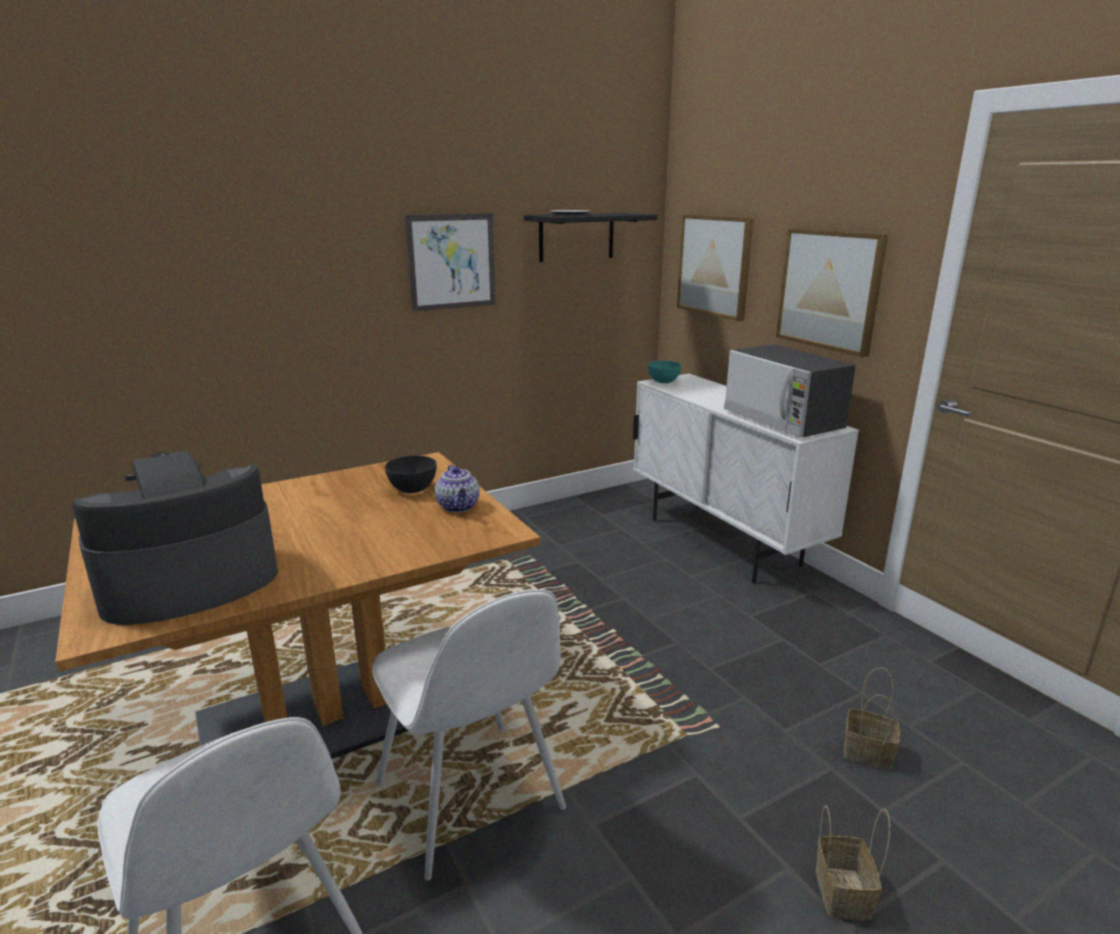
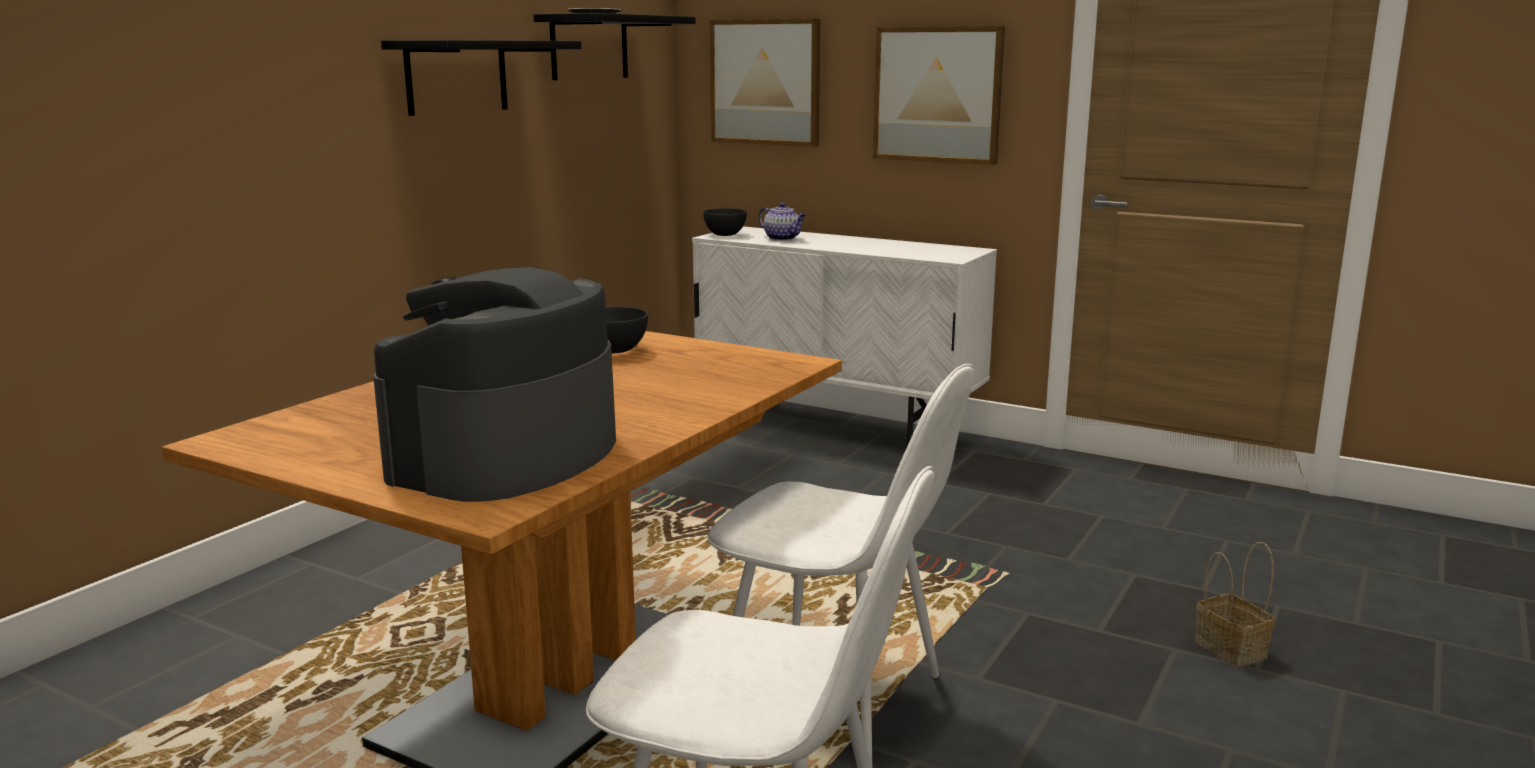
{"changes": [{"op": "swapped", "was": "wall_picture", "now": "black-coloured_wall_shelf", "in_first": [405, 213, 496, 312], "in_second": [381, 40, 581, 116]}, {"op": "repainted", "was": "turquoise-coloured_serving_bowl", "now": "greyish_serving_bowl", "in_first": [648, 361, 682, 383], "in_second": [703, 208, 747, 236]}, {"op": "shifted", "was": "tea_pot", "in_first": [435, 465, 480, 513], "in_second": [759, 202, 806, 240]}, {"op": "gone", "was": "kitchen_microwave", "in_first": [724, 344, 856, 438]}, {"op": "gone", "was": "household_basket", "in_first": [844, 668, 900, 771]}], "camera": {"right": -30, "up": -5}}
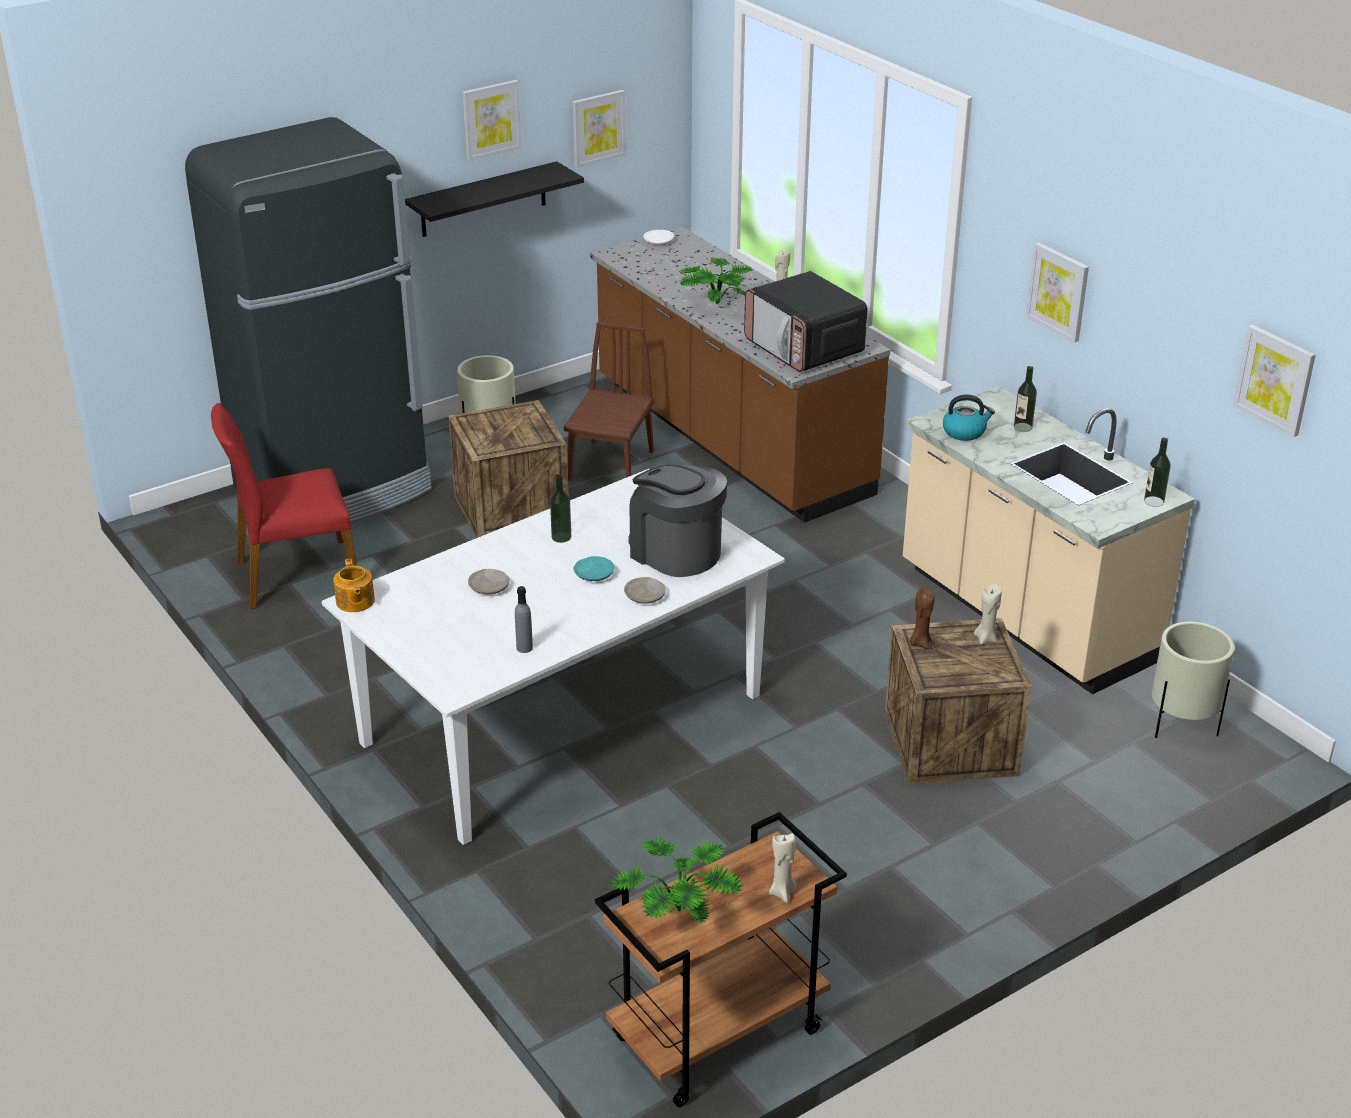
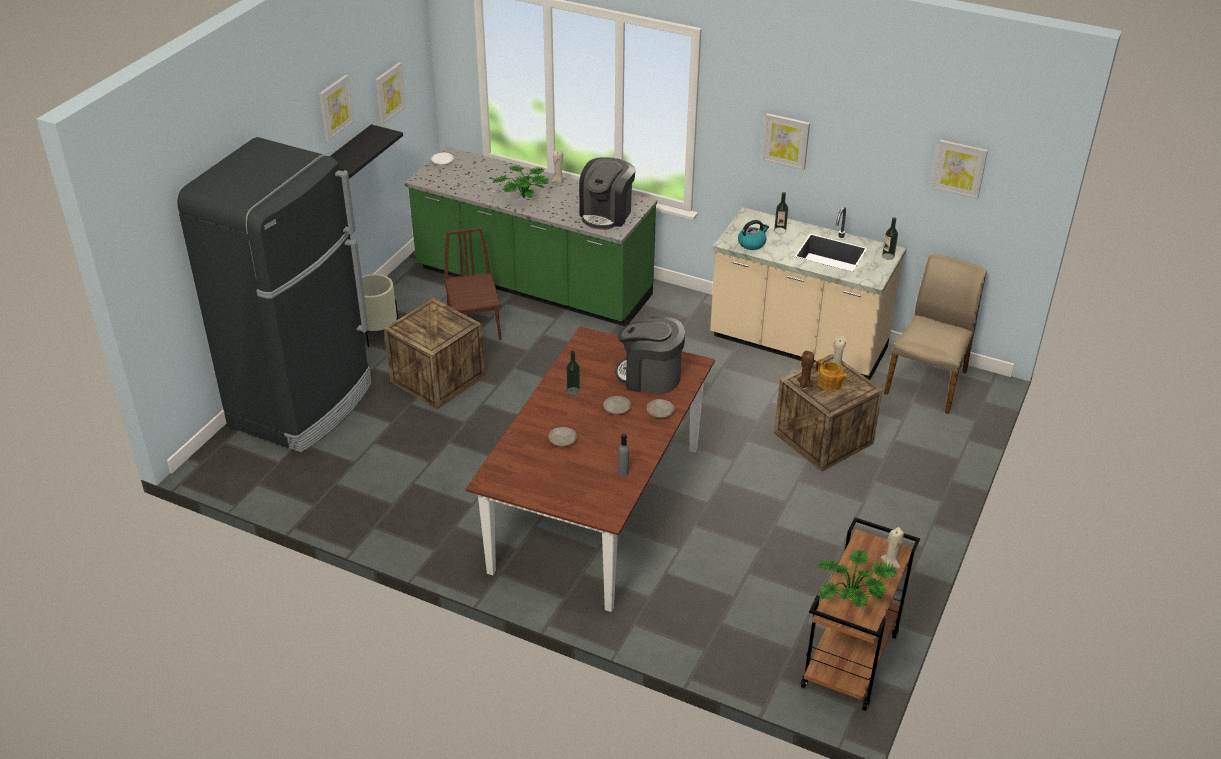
{"changes": [{"op": "repainted", "was": "brownish_counter", "now": "green_counter", "in_first": [590, 227, 890, 523], "in_second": [404, 147, 657, 326]}, {"op": "repainted", "was": "whitish_dinner_table", "now": "brownish_dinner_table", "in_first": [322, 469, 785, 845], "in_second": [466, 326, 715, 612]}, {"op": "swapped", "was": "kitchen_microwave", "now": "coffee_brewer", "in_first": [744, 271, 867, 372], "in_second": [579, 157, 636, 229]}, {"op": "repainted", "was": "turquoise-coloured_flat_dish", "now": "beige-coloured_flat_dish", "in_first": [573, 556, 614, 581], "in_second": [603, 396, 631, 415]}, {"op": "shifted", "was": "tea_pot", "in_first": [333, 558, 375, 612], "in_second": [815, 359, 849, 391]}, {"op": "swapped", "was": "beige-coloured_flower_pot", "now": "beige-coloured_chair", "in_first": [1152, 622, 1235, 738], "in_second": [884, 255, 987, 414]}, {"op": "gone", "was": "red_chair", "in_first": [211, 403, 357, 609]}], "camera": {"right": -30, "up": 5}}
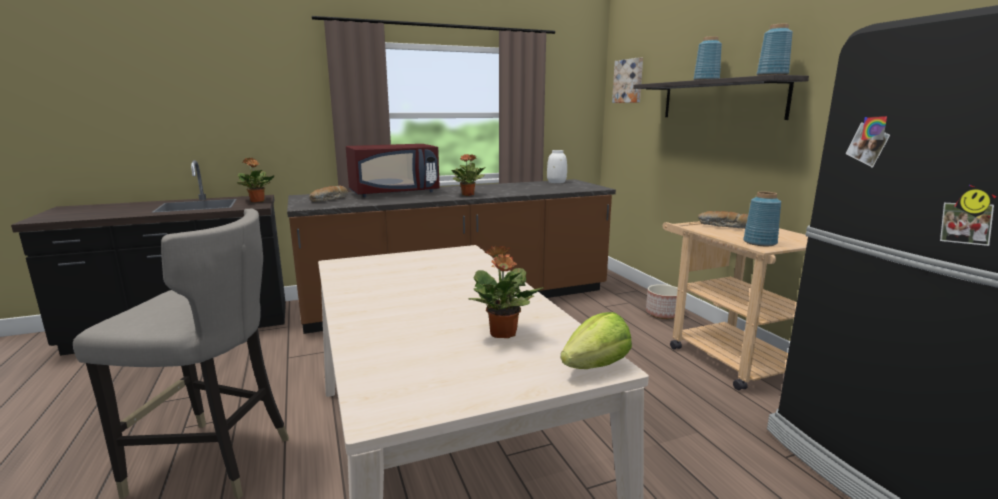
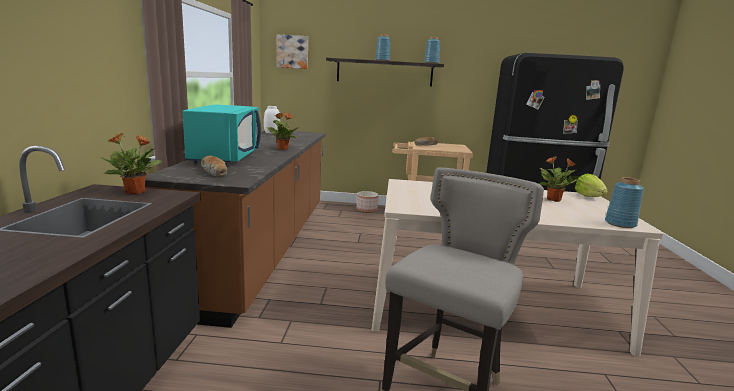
{"changes": [{"op": "repainted", "was": "red_kitchen_microwave", "now": "turquoise-coloured_kitchen_microwave", "in_first": [346, 144, 440, 197], "in_second": [182, 104, 261, 165]}, {"op": "shifted", "was": "blue-coloured_vase", "in_first": [743, 192, 781, 246], "in_second": [605, 177, 644, 228]}], "camera": {"right": -65, "up": 0}}
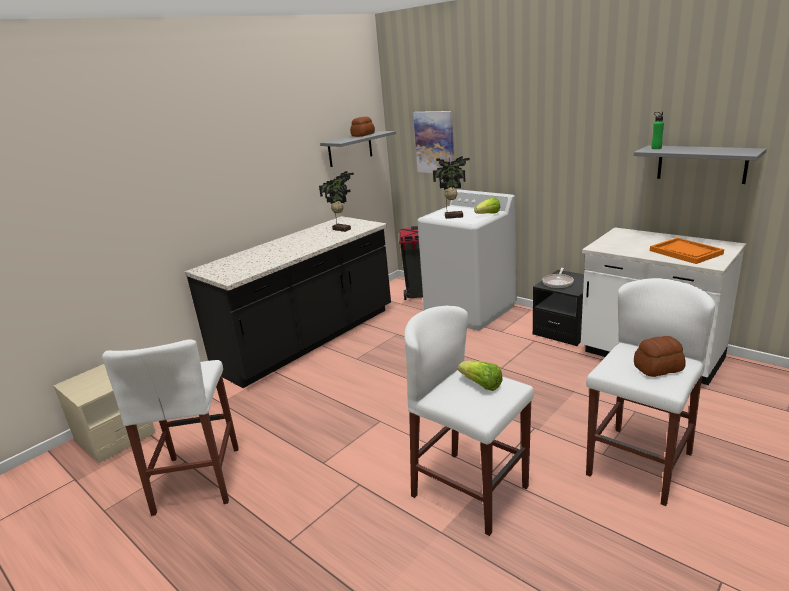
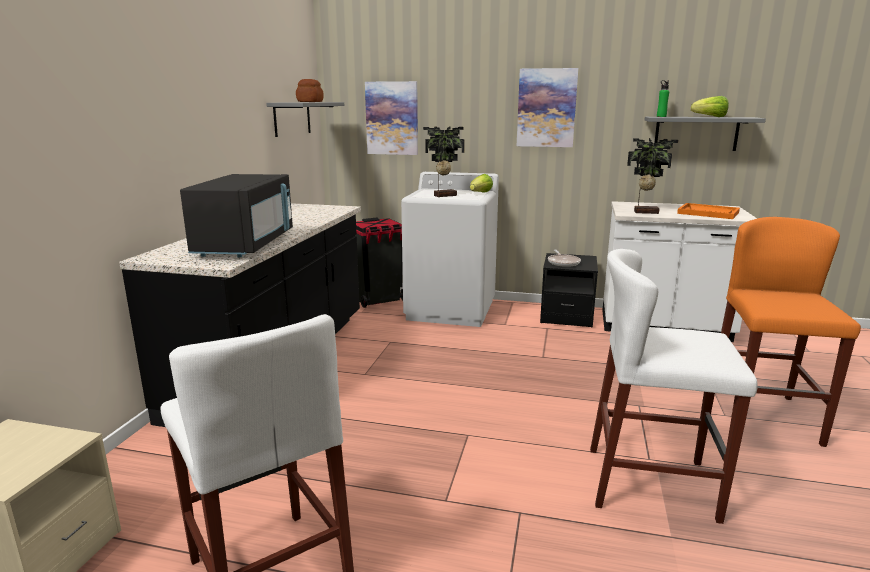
{"changes": [{"op": "new", "now": "black-coloured_kitchen_microwave", "in_second": [180, 174, 293, 258]}, {"op": "new", "now": "wall_picture", "in_second": [517, 68, 578, 147]}, {"op": "shifted", "was": "potted_plant", "in_first": [319, 171, 354, 232], "in_second": [627, 138, 679, 214]}, {"op": "shifted", "was": "lettuce_head", "in_first": [458, 361, 503, 391], "in_second": [691, 96, 729, 117]}, {"op": "repainted", "was": "whitish_stool", "now": "orange_stool", "in_first": [586, 278, 715, 506], "in_second": [721, 217, 861, 447]}, {"op": "gone", "was": "bakery_bread", "in_first": [634, 336, 685, 377]}], "camera": {"right": -30, "up": -5}}
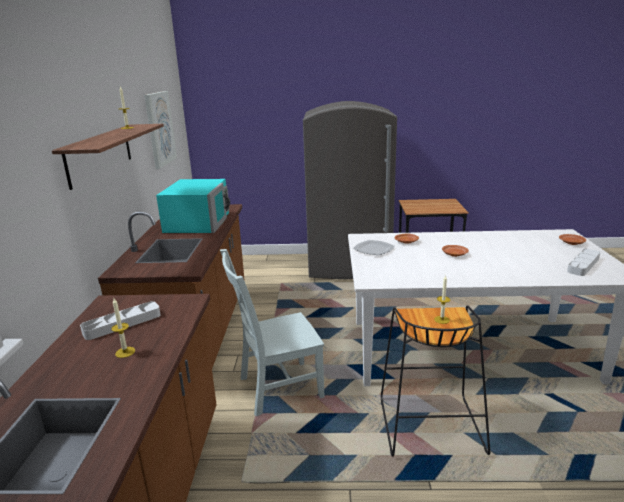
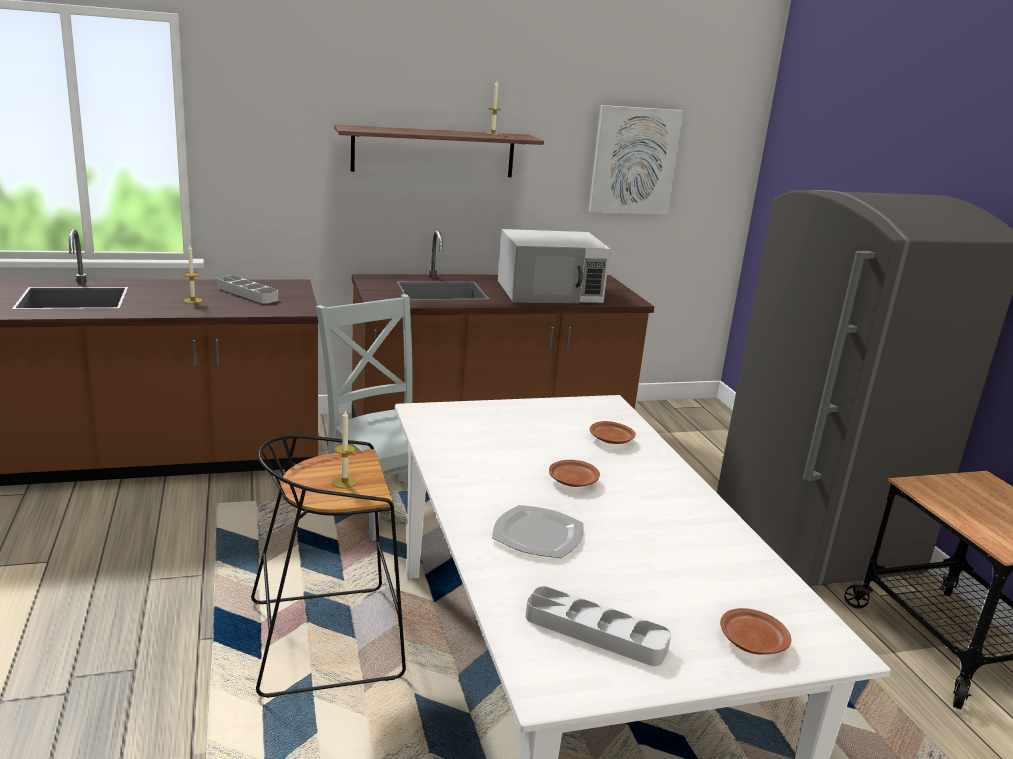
{"changes": [{"op": "shifted", "was": "flat_dish", "in_first": [353, 240, 394, 255], "in_second": [492, 505, 584, 558]}, {"op": "repainted", "was": "turquoise-coloured_kitchen_microwave", "now": "whitish_kitchen_microwave", "in_first": [156, 179, 230, 233], "in_second": [498, 229, 610, 303]}], "camera": {"right": 70, "up": 0}}
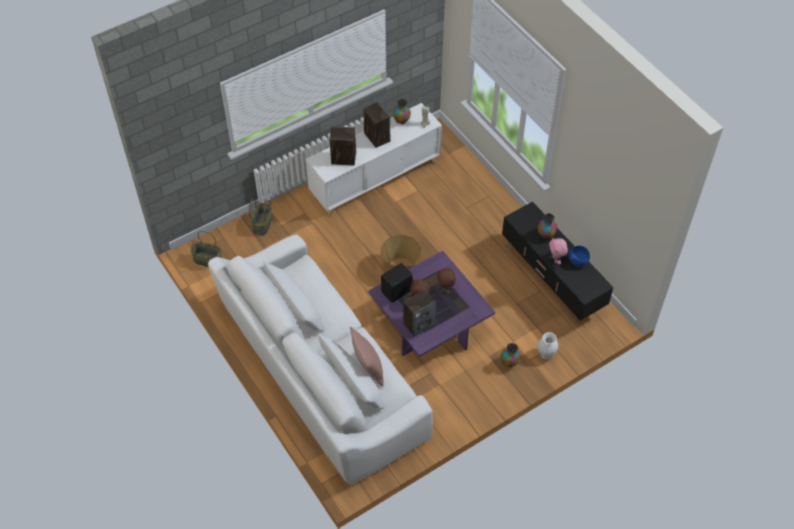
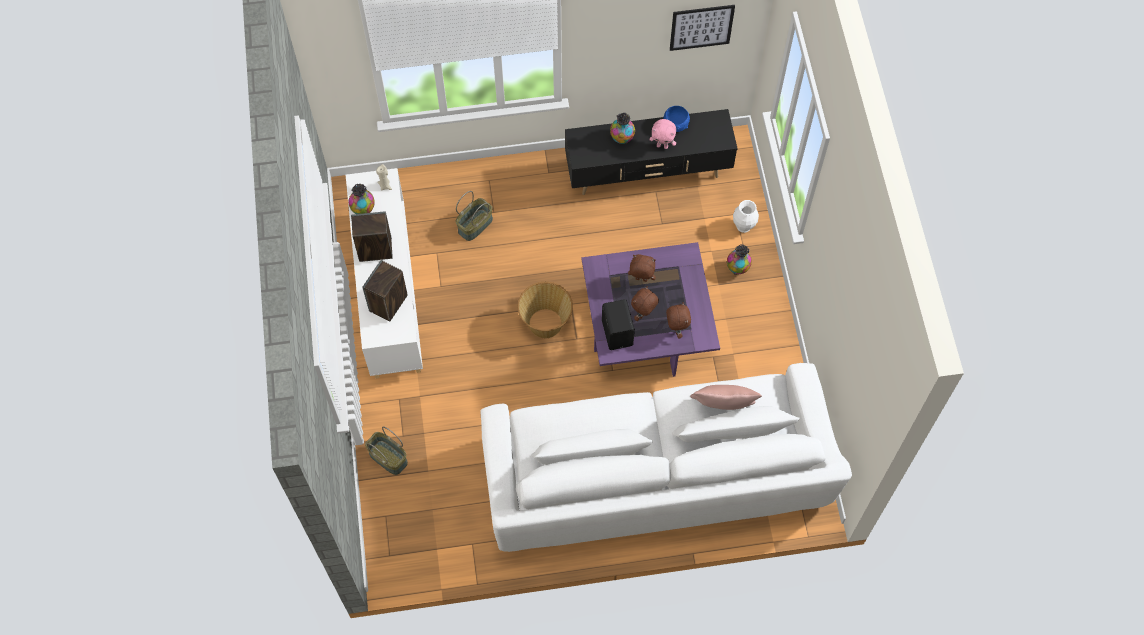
{"changes": [{"op": "shifted", "was": "household_basket", "in_first": [191, 231, 222, 267], "in_second": [456, 191, 493, 241]}, {"op": "swapped", "was": "audio_speaker", "now": "brownish_cuddly_toy", "in_first": [403, 290, 436, 337], "in_second": [666, 302, 691, 339]}, {"op": "new", "now": "wall_picture", "in_second": [670, 5, 735, 51]}], "camera": {"right": -65, "up": 10}}
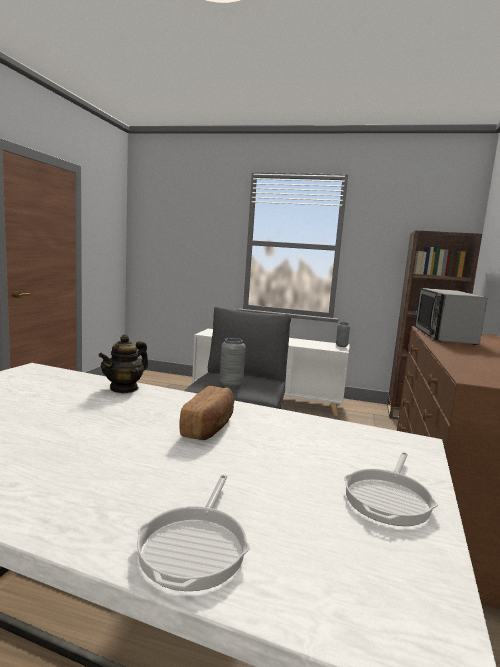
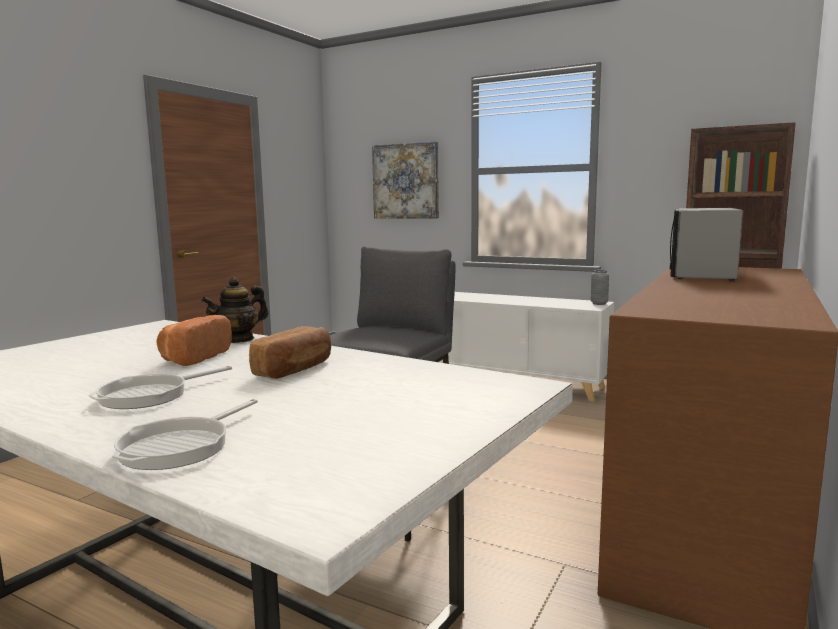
{"changes": [{"op": "shifted", "was": "skillet", "in_first": [344, 452, 438, 526], "in_second": [89, 366, 232, 409]}, {"op": "new", "now": "bakery_bread", "in_second": [156, 315, 232, 366]}, {"op": "new", "now": "wall_picture", "in_second": [372, 141, 439, 218]}, {"op": "gone", "was": "greyish_vase", "in_first": [220, 338, 246, 388]}], "camera": {"right": 15, "up": 0}}
